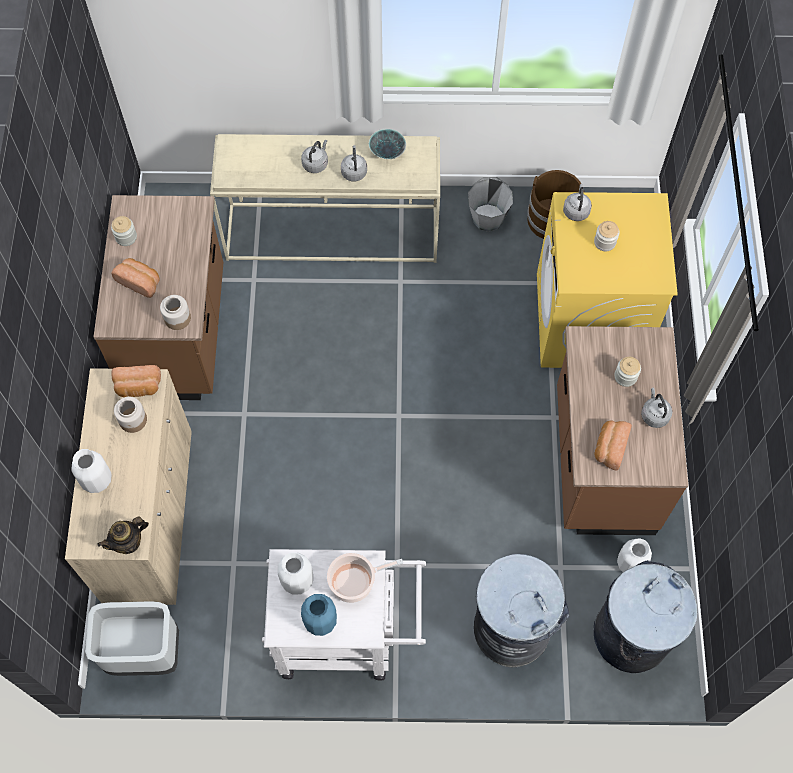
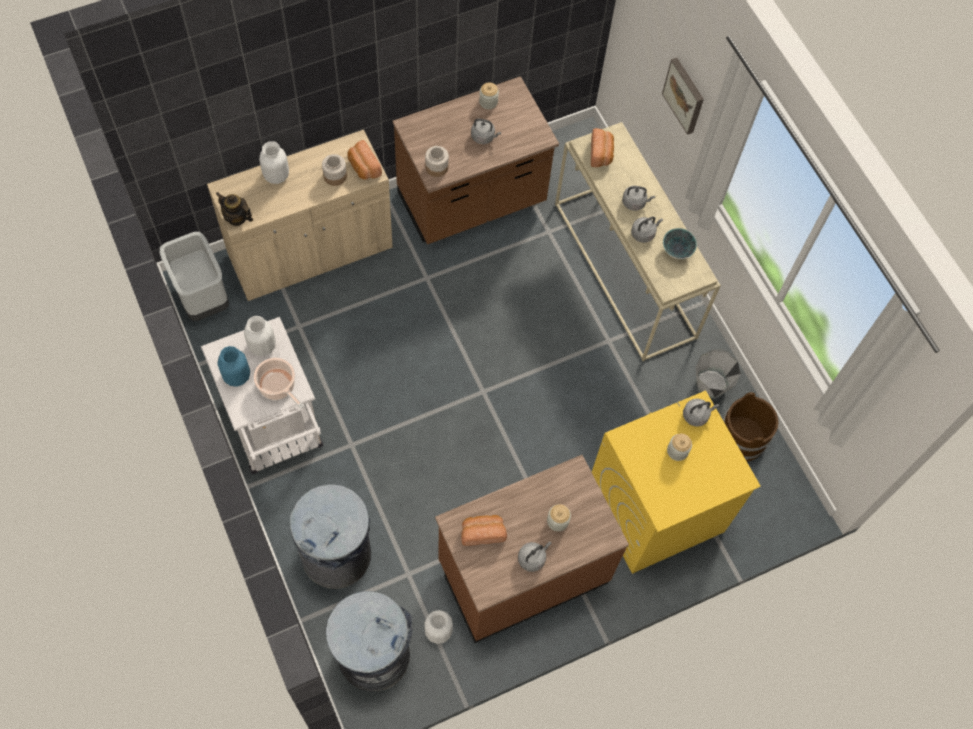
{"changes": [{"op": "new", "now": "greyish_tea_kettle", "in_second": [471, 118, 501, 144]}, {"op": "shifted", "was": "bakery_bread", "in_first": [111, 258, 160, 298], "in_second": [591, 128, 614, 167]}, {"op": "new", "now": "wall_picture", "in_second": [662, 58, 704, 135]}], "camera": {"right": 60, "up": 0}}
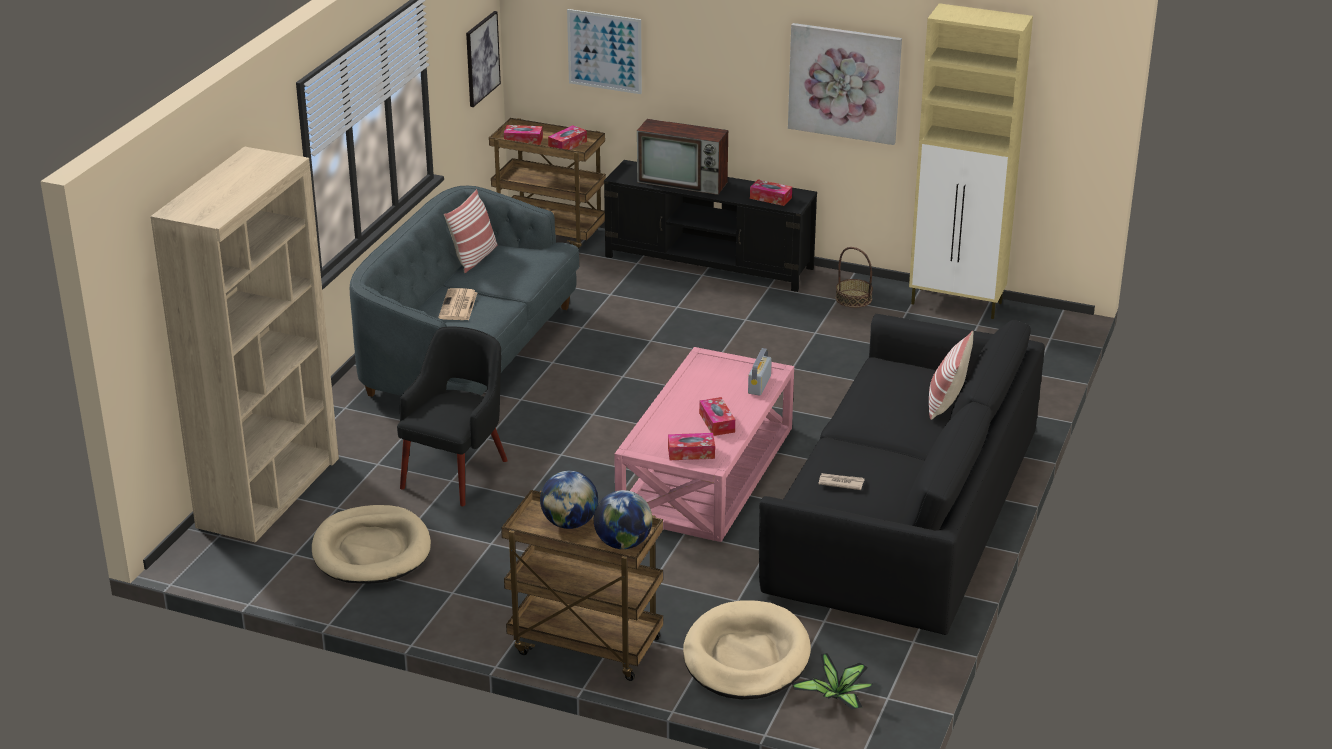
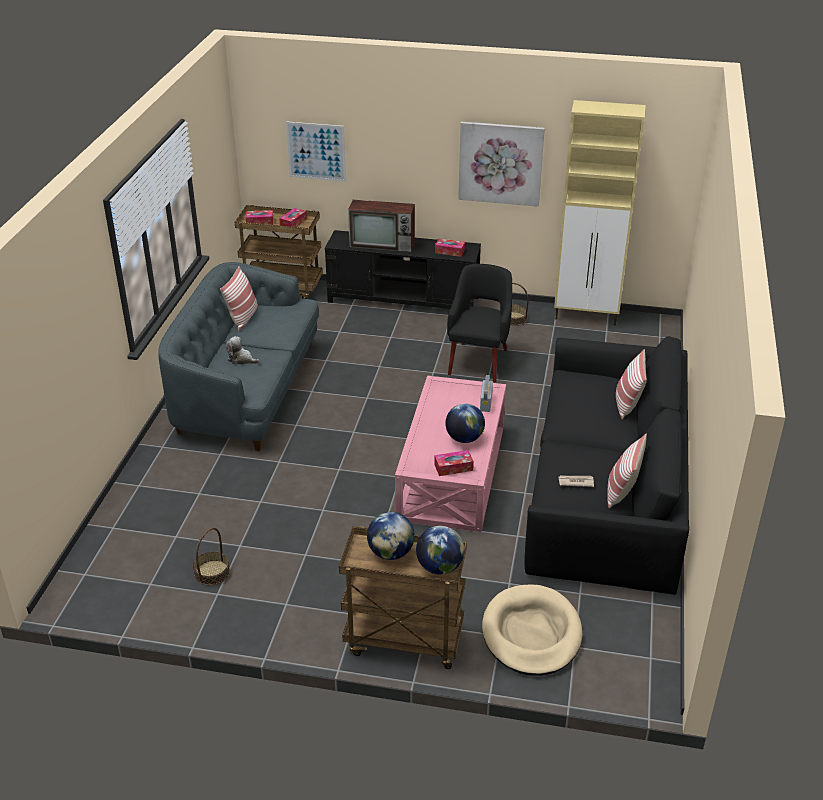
{"changes": [{"op": "swapped", "was": "beige-coloured_dog_cushion", "now": "household_basket", "in_first": [312, 505, 431, 584], "in_second": [193, 528, 230, 585]}, {"op": "swapped", "was": "newspaper", "now": "cuddly_toy", "in_first": [438, 288, 478, 320], "in_second": [225, 336, 260, 365]}, {"op": "swapped", "was": "box_of_tissues", "now": "desk_globe", "in_first": [699, 397, 735, 436], "in_second": [445, 403, 485, 443]}, {"op": "shifted", "was": "black-coloured_easy_chair", "in_first": [397, 326, 508, 506], "in_second": [447, 264, 512, 382]}, {"op": "new", "now": "cushion", "in_second": [607, 434, 647, 508]}, {"op": "gone", "was": "beige-coloured_bookshelf", "in_first": [150, 147, 339, 543]}, {"op": "gone", "was": "wall_picture", "in_first": [466, 11, 501, 107]}, {"op": "gone", "was": "potted_plant", "in_first": [792, 653, 873, 710]}], "camera": {"right": -10, "up": 5}}
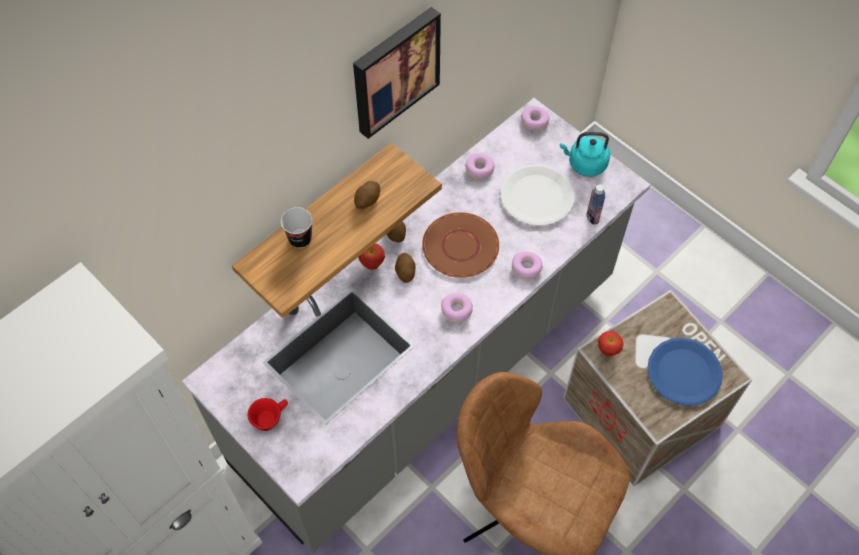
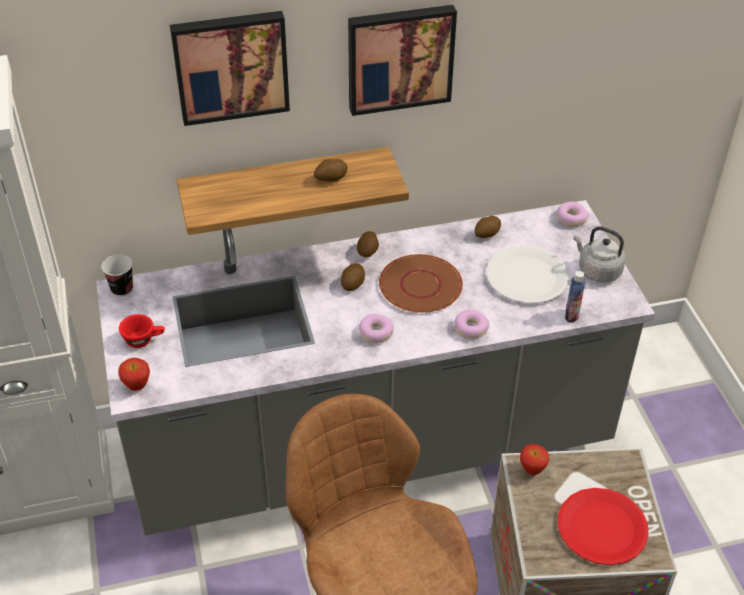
{"changes": [{"op": "shifted", "was": "drinking_cup", "in_first": [281, 207, 312, 248], "in_second": [101, 255, 133, 296]}, {"op": "shifted", "was": "whole_apple", "in_first": [358, 243, 385, 270], "in_second": [118, 358, 150, 391]}, {"op": "new", "now": "wall_picture", "in_second": [170, 11, 290, 126]}, {"op": "swapped", "was": "ring_doughnut", "now": "potato", "in_first": [465, 153, 495, 179], "in_second": [474, 216, 501, 238]}, {"op": "repainted", "was": "blue-coloured_flat_dish", "now": "red_flat_dish", "in_first": [647, 338, 723, 406], "in_second": [558, 488, 649, 565]}, {"op": "repainted", "was": "turquoise-coloured_tea_kettle", "now": "greyish_tea_kettle", "in_first": [560, 132, 610, 177], "in_second": [573, 226, 626, 282]}], "camera": {"right": 30, "up": -15}}
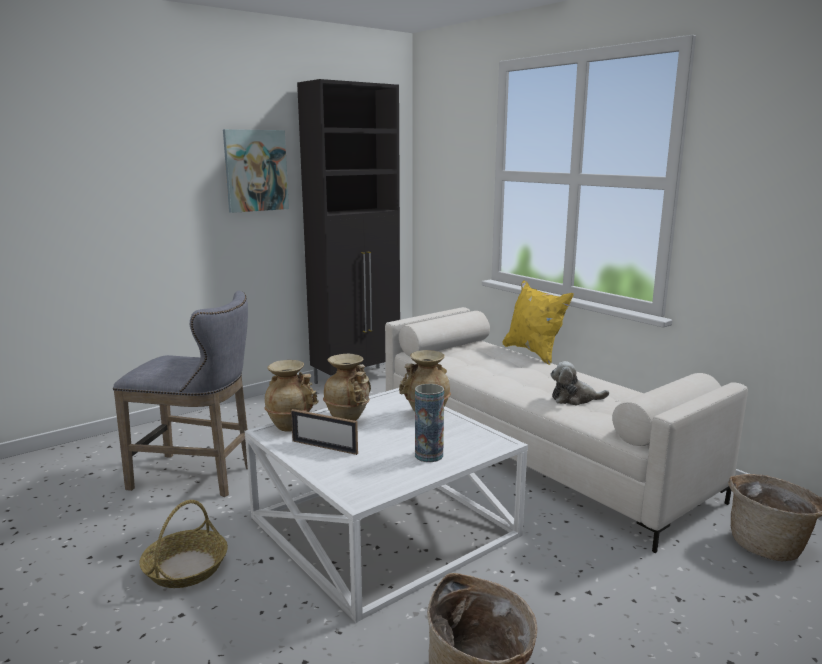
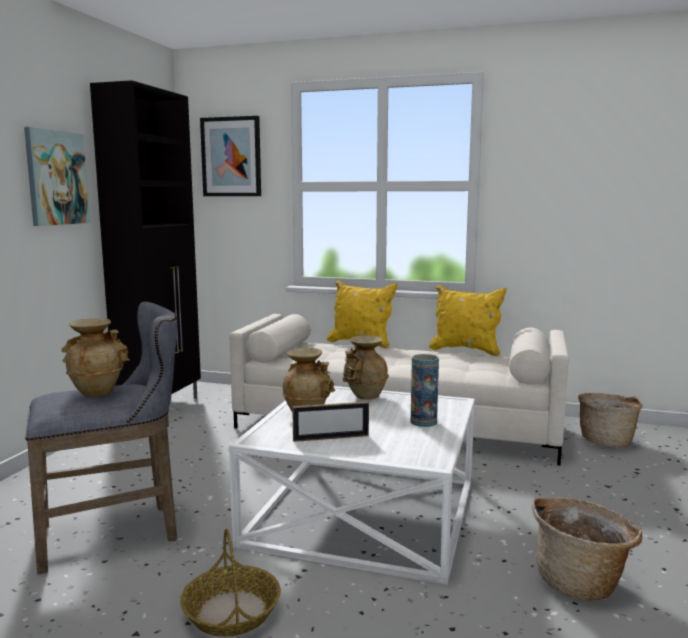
{"changes": [{"op": "shifted", "was": "beige-coloured_vase", "in_first": [264, 360, 319, 432], "in_second": [62, 318, 130, 397]}, {"op": "new", "now": "wall_picture", "in_second": [200, 116, 261, 196]}, {"op": "new", "now": "yellowish_cushion", "in_second": [429, 285, 507, 356]}, {"op": "gone", "was": "cuddly_toy", "in_first": [550, 361, 609, 405]}], "camera": {"right": -35, "up": -5}}
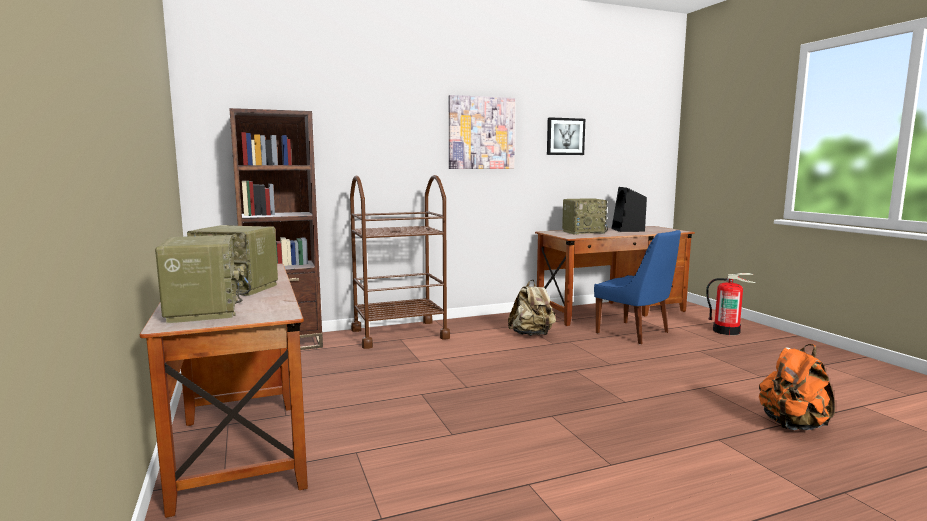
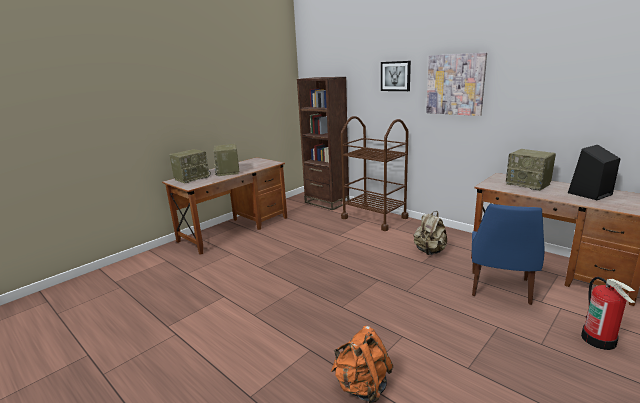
{"changes": [{"op": "shifted", "was": "wall_picture", "in_first": [547, 117, 585, 155], "in_second": [381, 61, 411, 91]}], "camera": {"right": 65, "up": 10}}
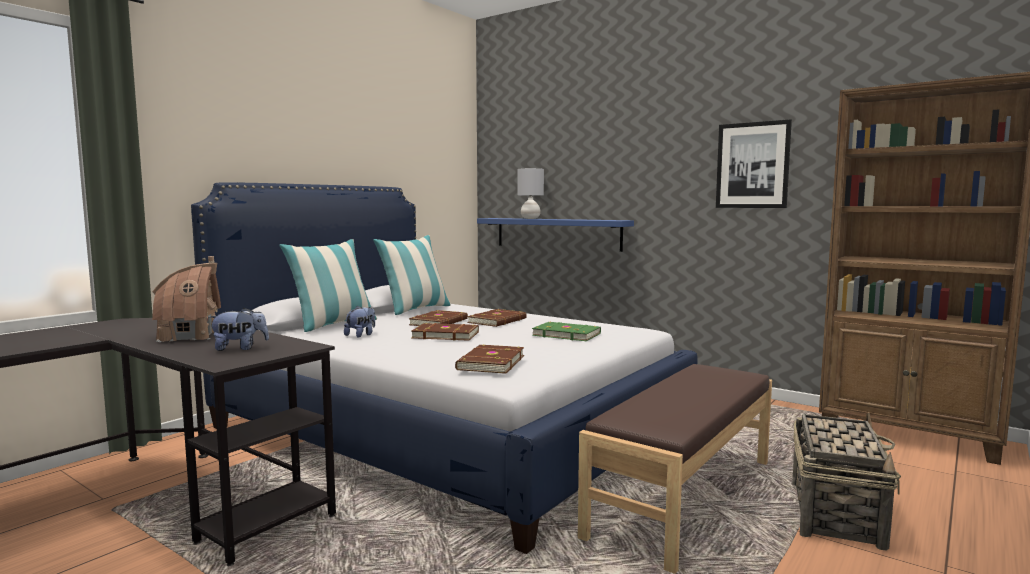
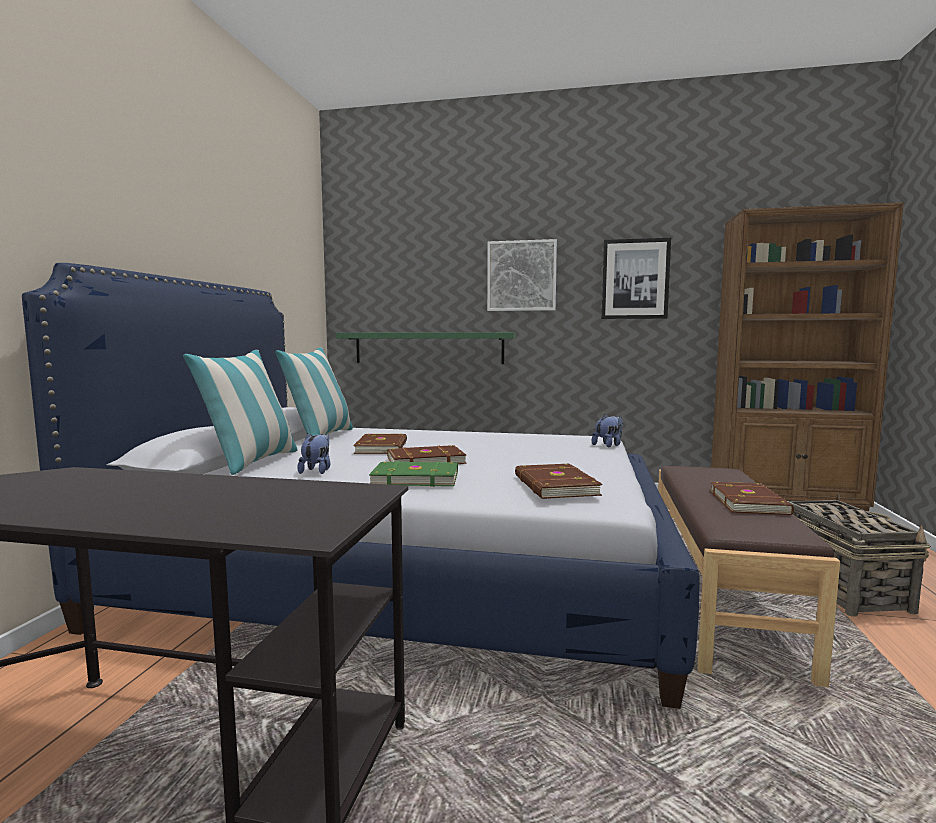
{"changes": [{"op": "repainted", "was": "blue-coloured_wall_shelf", "now": "green_wall_shelf", "in_first": [477, 218, 634, 252], "in_second": [335, 332, 516, 364]}, {"op": "shifted", "was": "green_book", "in_first": [532, 322, 601, 341], "in_second": [369, 461, 458, 487]}, {"op": "new", "now": "wall_picture", "in_second": [487, 239, 557, 311]}, {"op": "shifted", "was": "cuddly_toy", "in_first": [208, 308, 269, 351], "in_second": [592, 414, 623, 447]}, {"op": "shifted", "was": "brownish_book", "in_first": [467, 309, 527, 327], "in_second": [709, 482, 794, 515]}, {"op": "gone", "was": "miniature_house", "in_first": [152, 256, 221, 342]}, {"op": "gone", "was": "greyish_tabletop_lamp", "in_first": [517, 168, 544, 219]}], "camera": {"right": -25, "up": 0}}
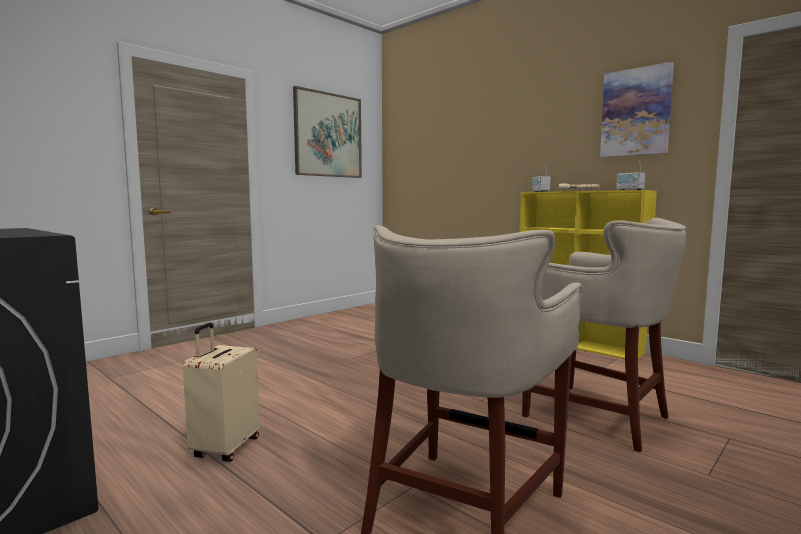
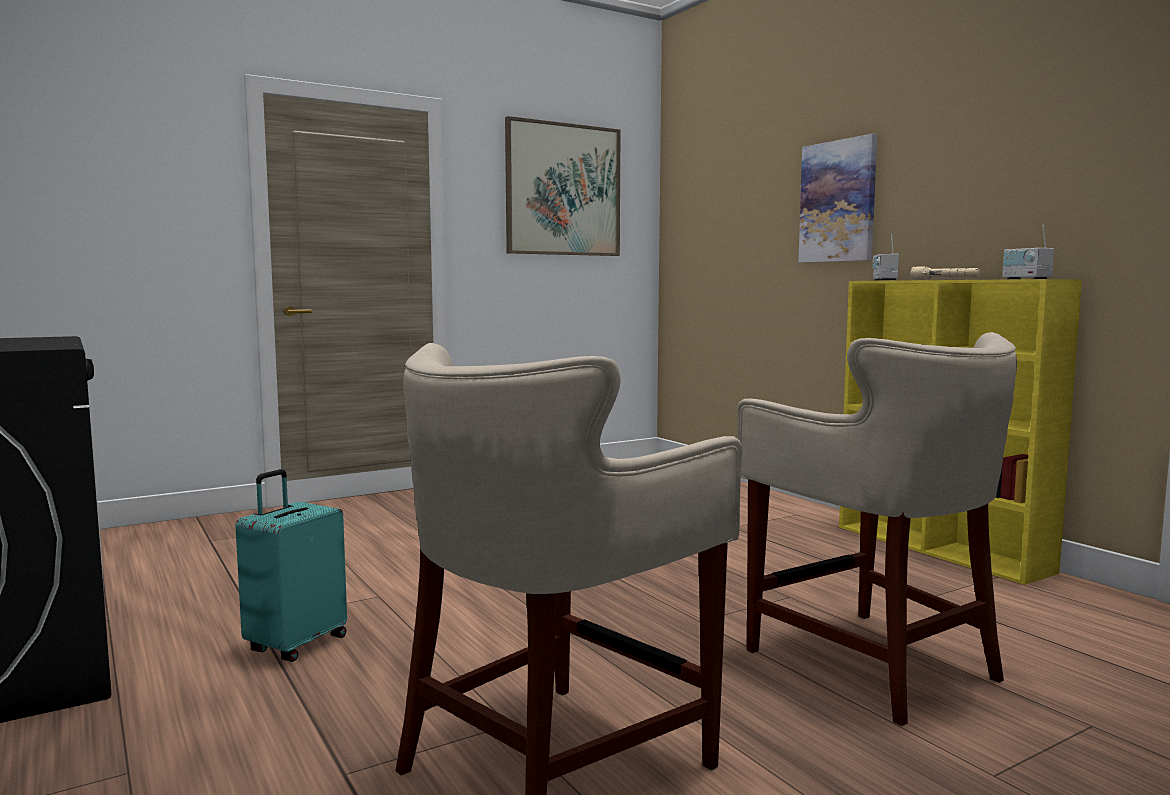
{"changes": [{"op": "repainted", "was": "beige-coloured_piece_of_luggage", "now": "turquoise-coloured_piece_of_luggage", "in_first": [183, 323, 260, 462], "in_second": [235, 469, 347, 662]}, {"op": "shifted", "was": "wall_picture", "in_first": [600, 62, 674, 157], "in_second": [798, 134, 877, 263]}], "camera": {"right": 15, "up": 0}}
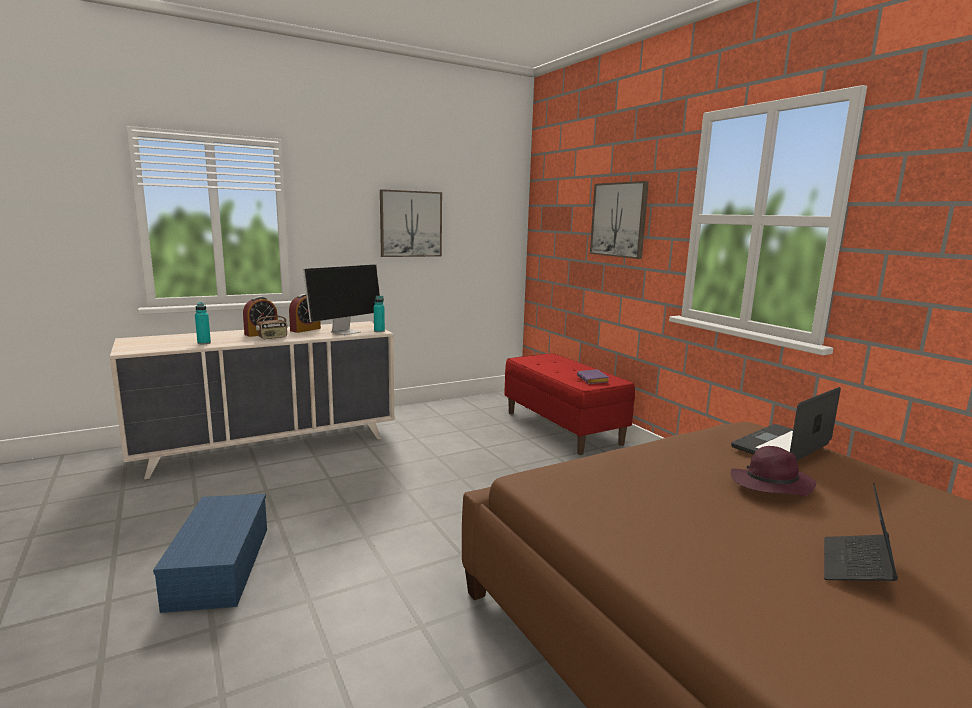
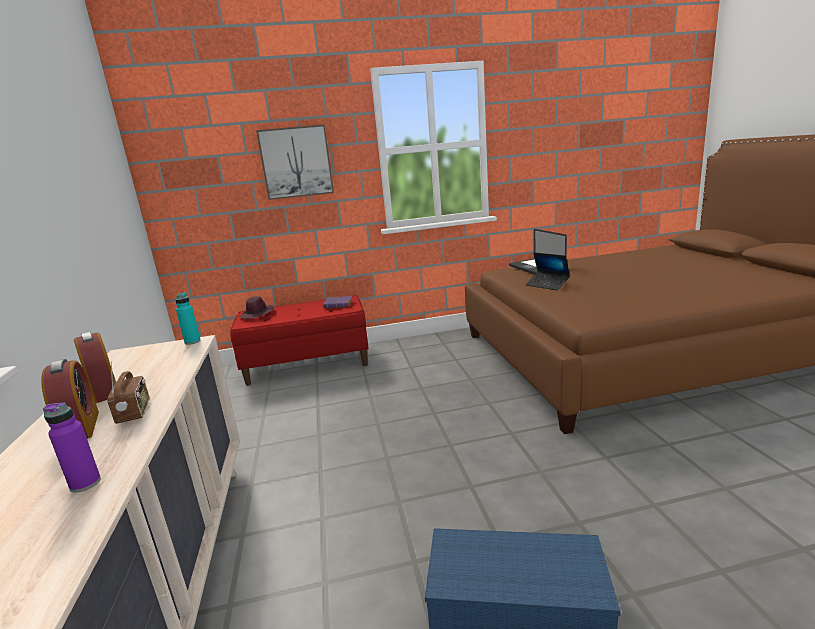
{"changes": [{"op": "repainted", "was": "turquoise-coloured_bottle", "now": "purple-coloured_bottle", "in_first": [195, 302, 211, 344], "in_second": [43, 403, 101, 493]}, {"op": "shifted", "was": "purple-coloured_clothing_hat", "in_first": [731, 446, 816, 496], "in_second": [239, 296, 274, 319]}, {"op": "shifted", "was": "portable_computer", "in_first": [824, 483, 898, 581], "in_second": [526, 252, 570, 290]}, {"op": "gone", "was": "computer_screen", "in_first": [303, 264, 380, 335]}, {"op": "gone", "was": "wall_picture", "in_first": [380, 189, 442, 257]}], "camera": {"right": -70, "up": 5}}
